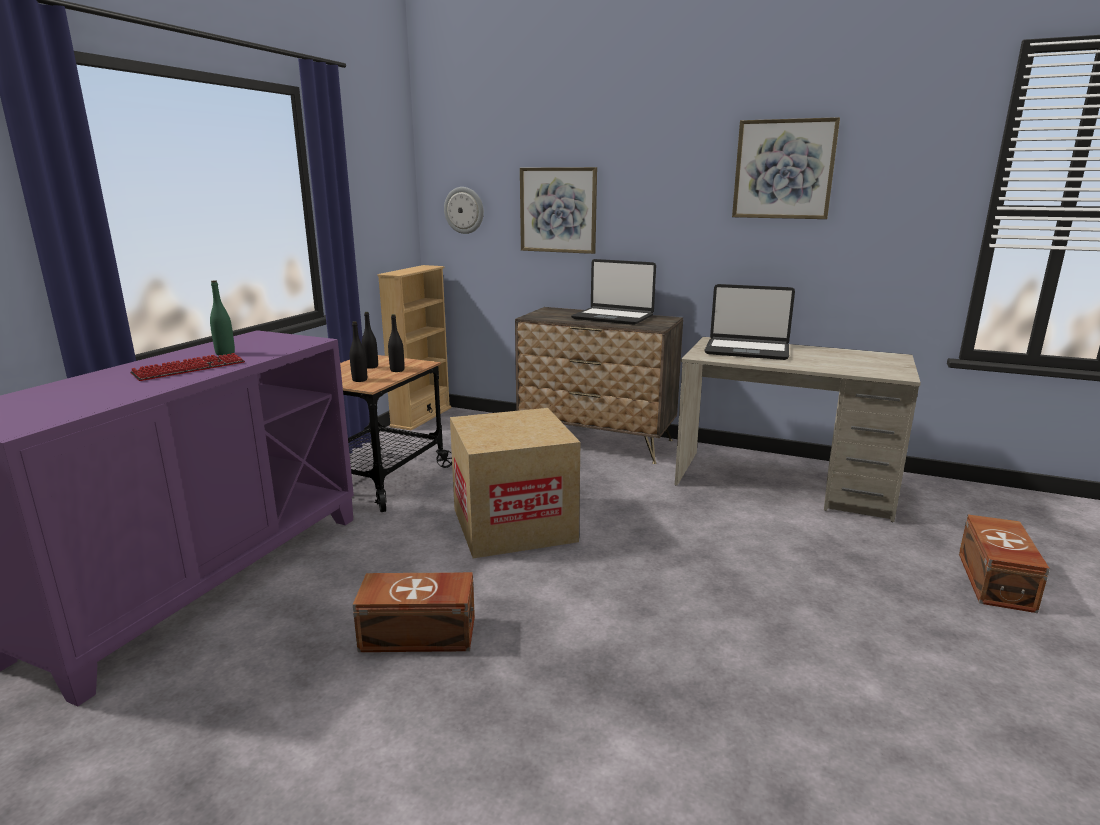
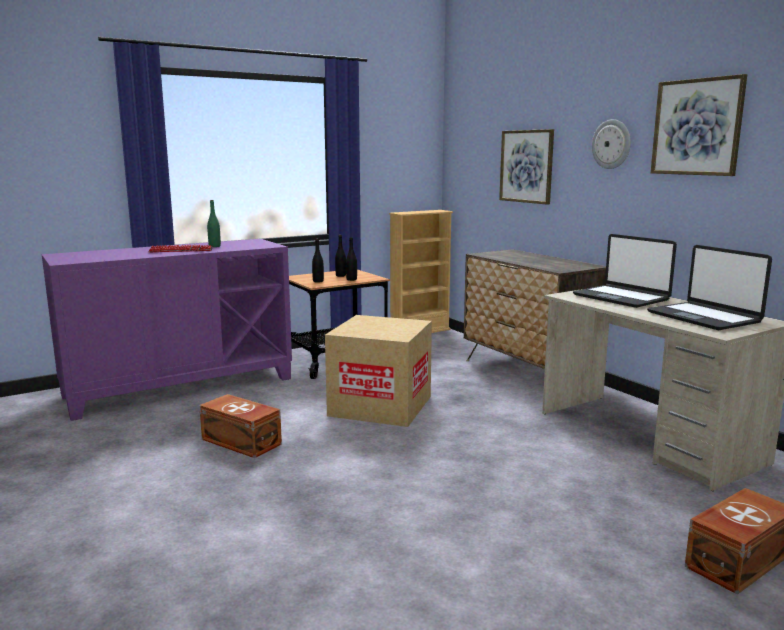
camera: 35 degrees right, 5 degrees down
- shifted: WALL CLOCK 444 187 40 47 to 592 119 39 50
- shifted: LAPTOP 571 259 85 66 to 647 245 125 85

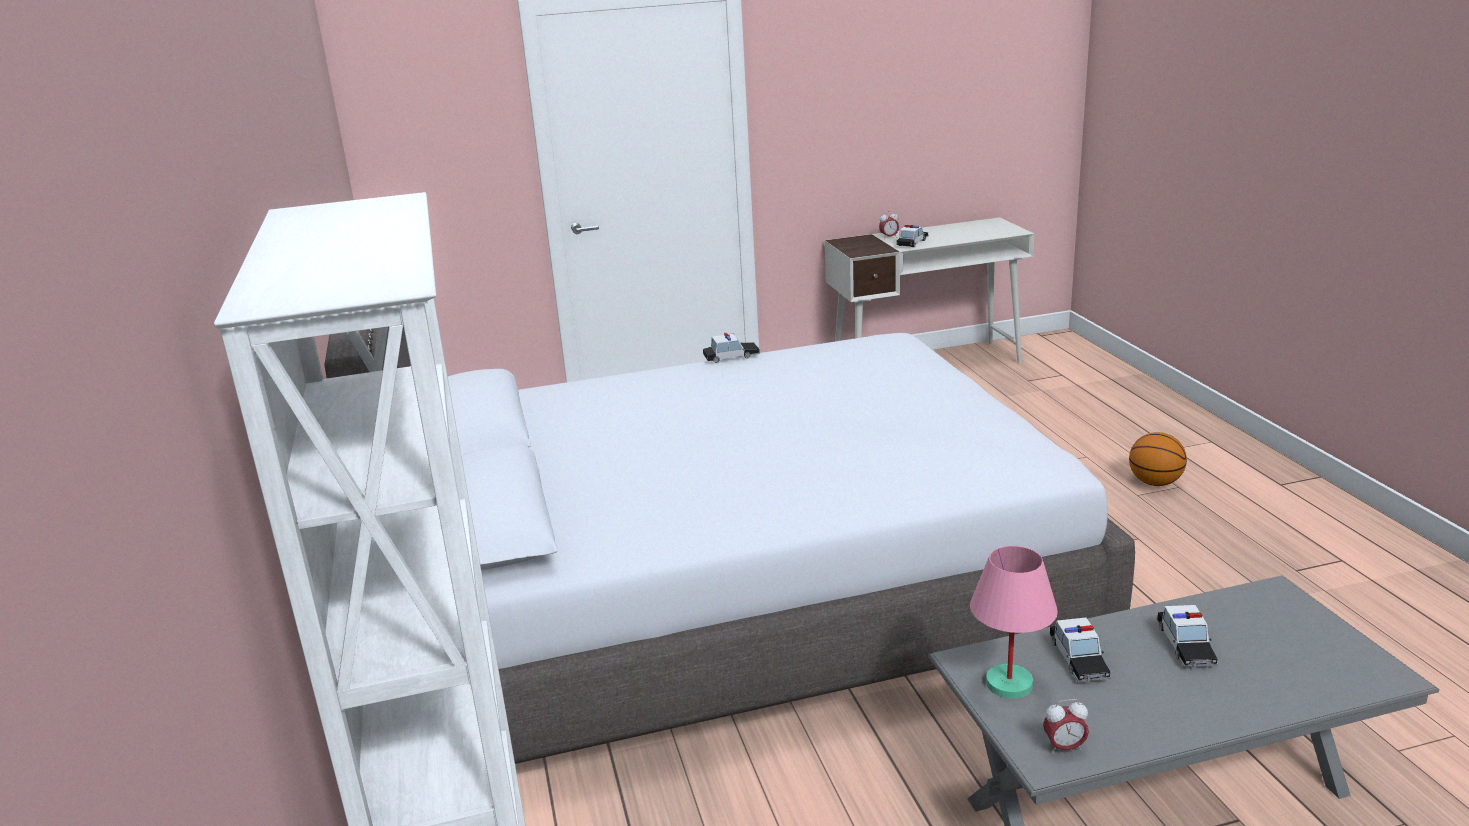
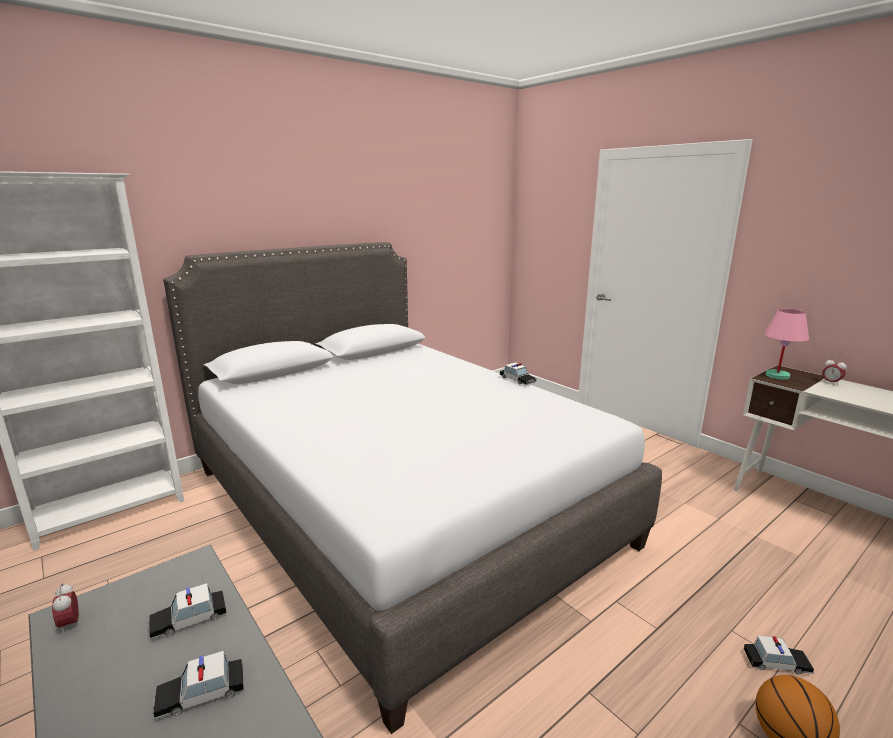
camera: 65 degrees right, 5 degrees down
- shifted: TOY CAR 897 225 32 22 to 744 636 70 39
- shifted: PINK TABLE LAMP 970 546 88 152 to 764 309 45 71

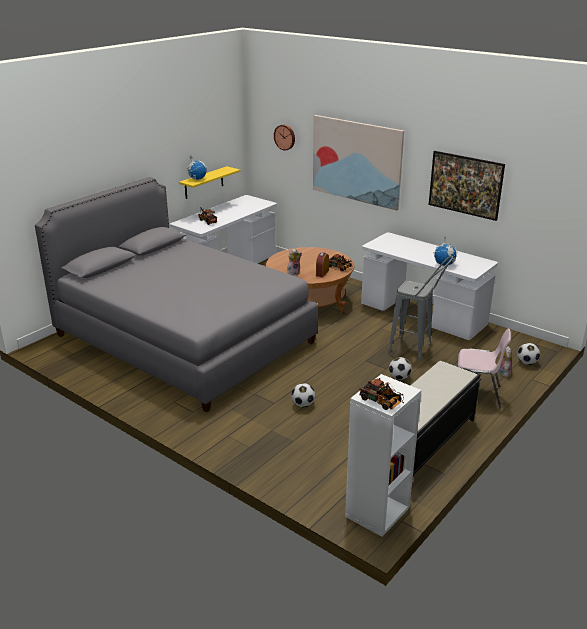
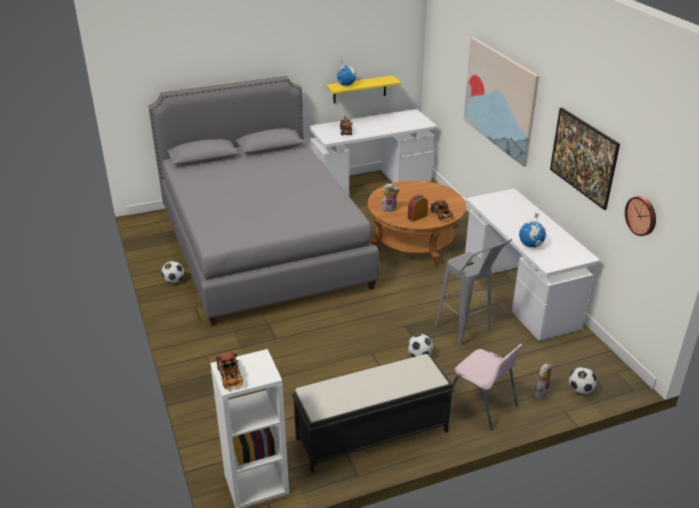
camera: 30 degrees right, 5 degrees up
- shifted: WALL CLOCK 274 125 21 26 to 625 196 31 40
- shifted: FOOTBALL 292 383 23 24 to 161 261 23 22

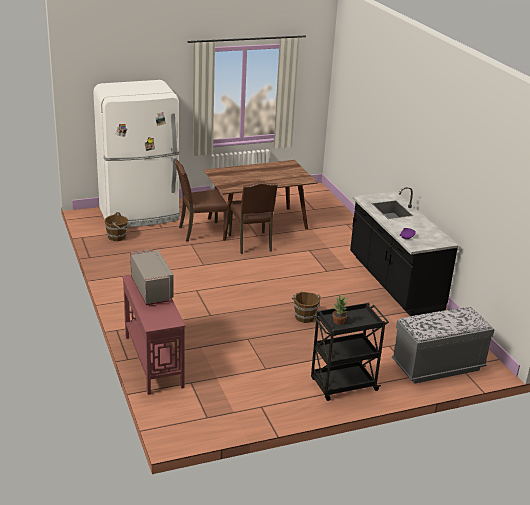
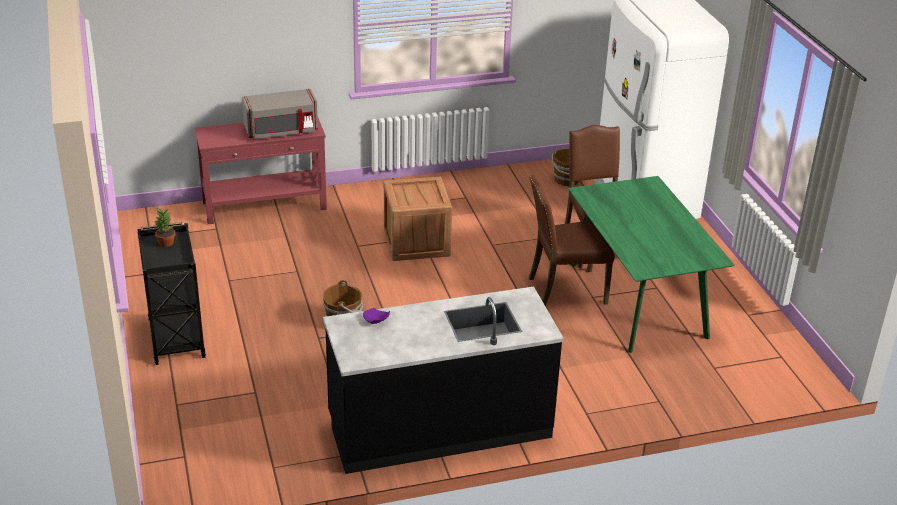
camera: 95 degrees right, 5 degrees up
- repainted: BROWN DINING TABLE 203 160 115 81 to GREEN DINING TABLE 568 176 167 177
- gone: GREY BENCH 392 307 103 77
- new: CRATE 384 177 68 84

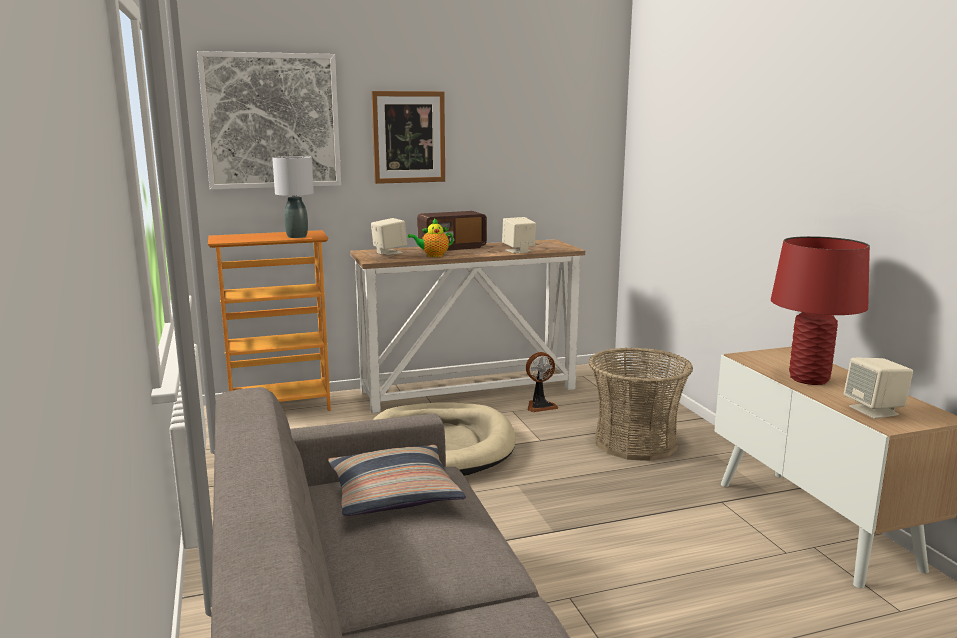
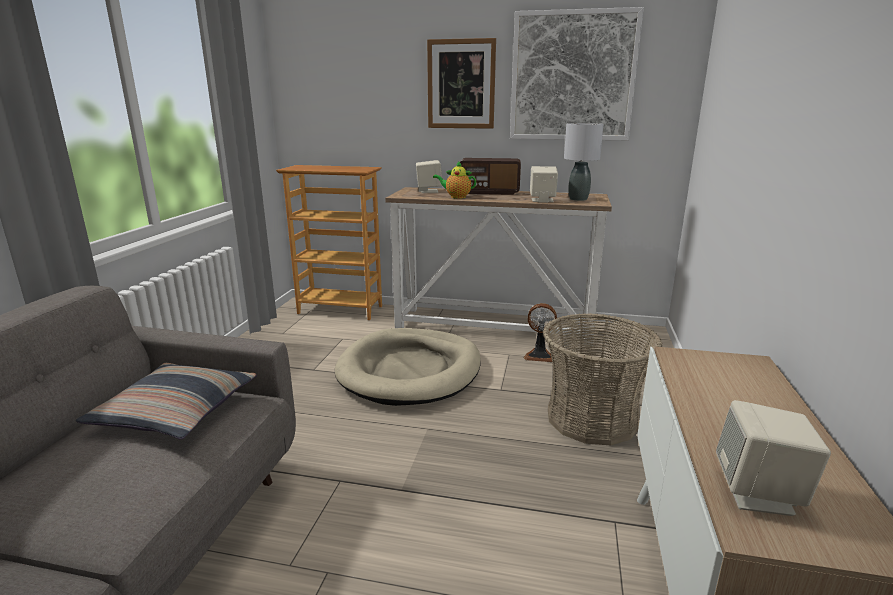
camera: 30 degrees right, 5 degrees up
- shifted: PICTURE 197 51 144 139 to 510 7 134 133
- shifted: GREY TABLE LAMP 272 156 42 82 to 564 123 40 78
- gone: RED TABLE LAMP 771 236 99 149

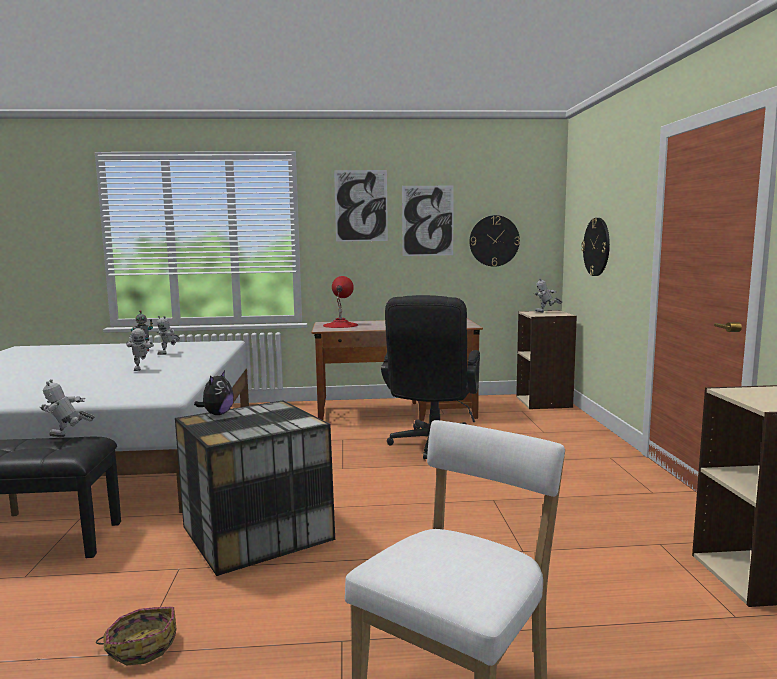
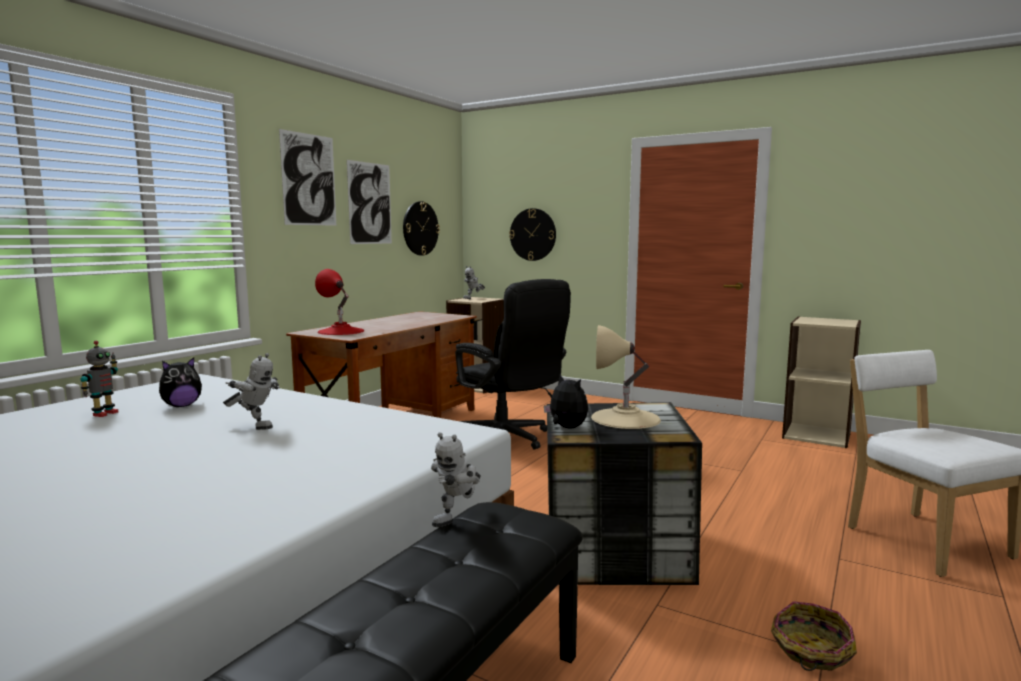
camera: 55 degrees left, 0 degrees up
- swapped: TOY ROBOT 156 316 24 39 to PLUSH TOY 159 357 43 50
- new: BEIGE TABLE LAMP 591 325 70 104

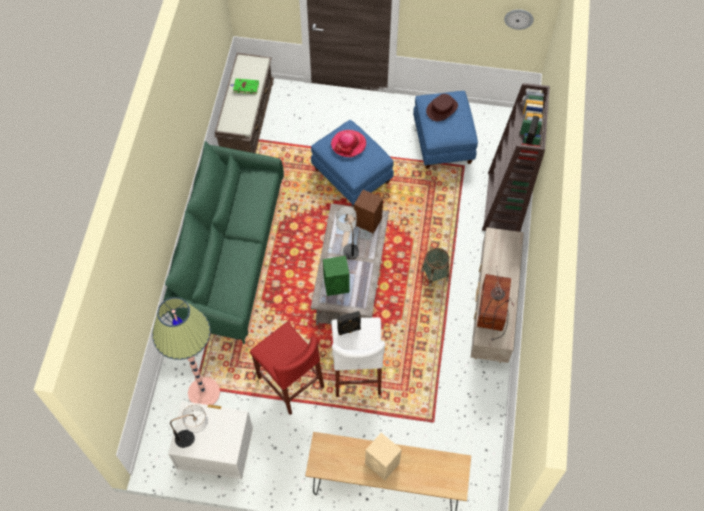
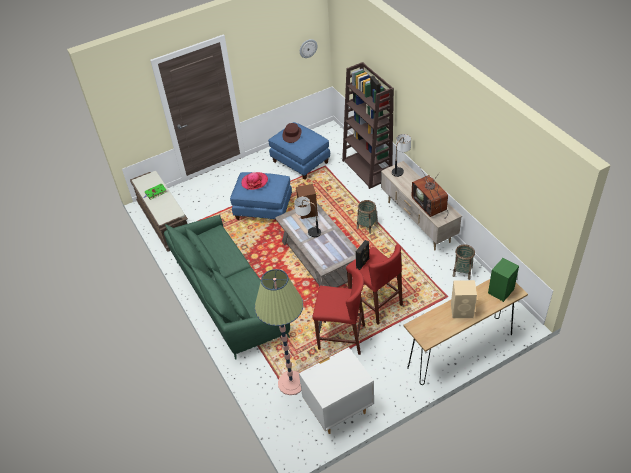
camera: 35 degrees left, 15 degrees down
- shifted: GREEN SPEAKER 323 256 27 40 to 488 258 31 44
- repainted: WHITE STOOL 331 317 54 80 to RED STOOL 346 244 57 80
- shifted: TABLE LAMP 170 405 38 43 to 392 134 19 43
- new: BASKET 453 244 22 36

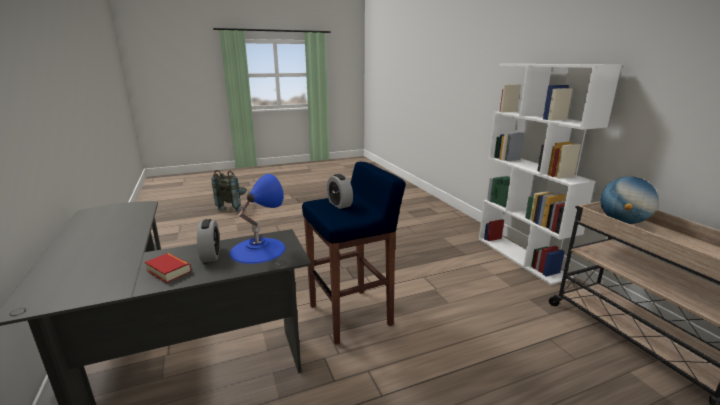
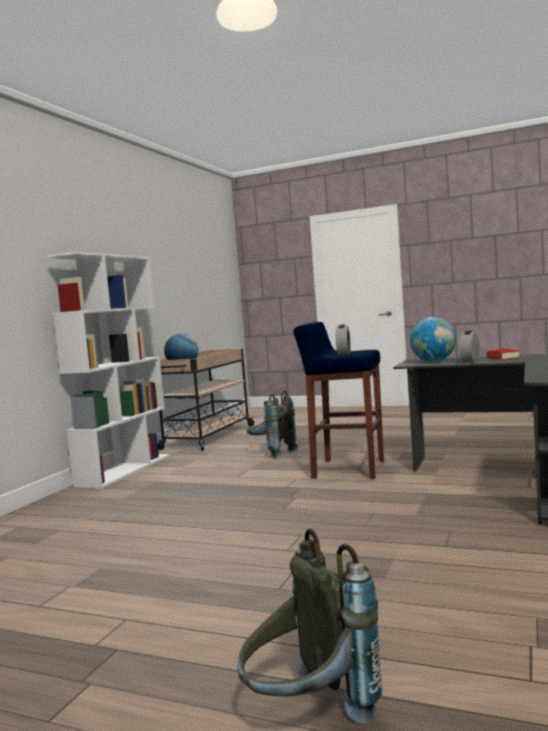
camera: 135 degrees left, 15 degrees down
- swapped: BLUE TABLE LAMP 230 174 56 90 to GLOBE 410 317 46 45
- new: GREY BACKPACK 247 391 51 67

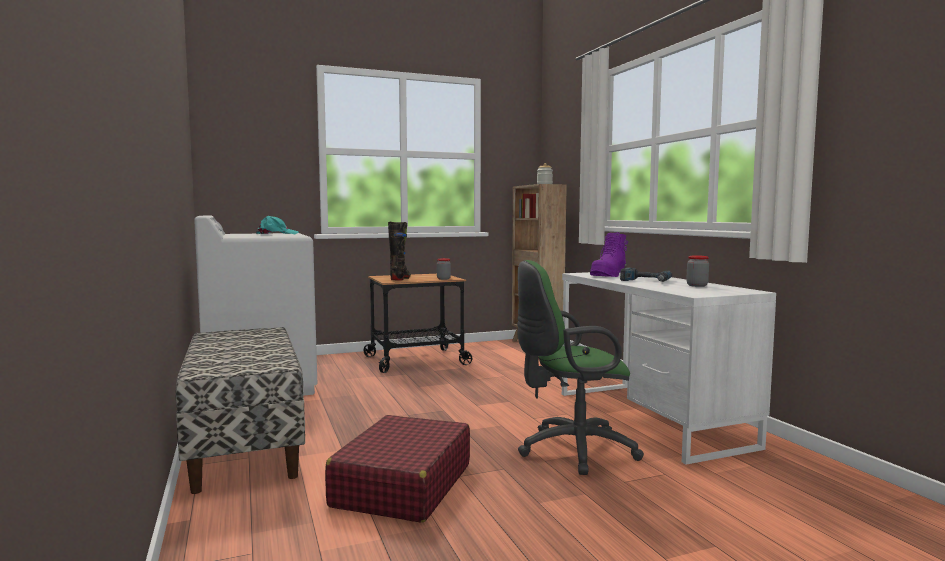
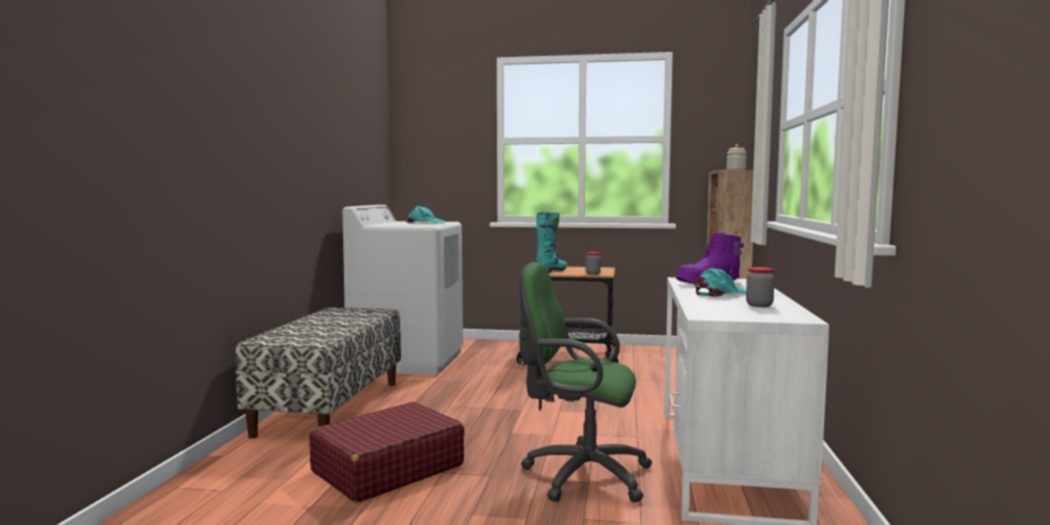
camera: 30 degrees right, 0 degrees up
- repainted: BLACK BOOT 388 222 23 58 to TURQUOISE BOOT 536 212 31 61
- swapped: POWER DRILL 620 267 52 15 to TURQUOISE CAP 695 268 51 29

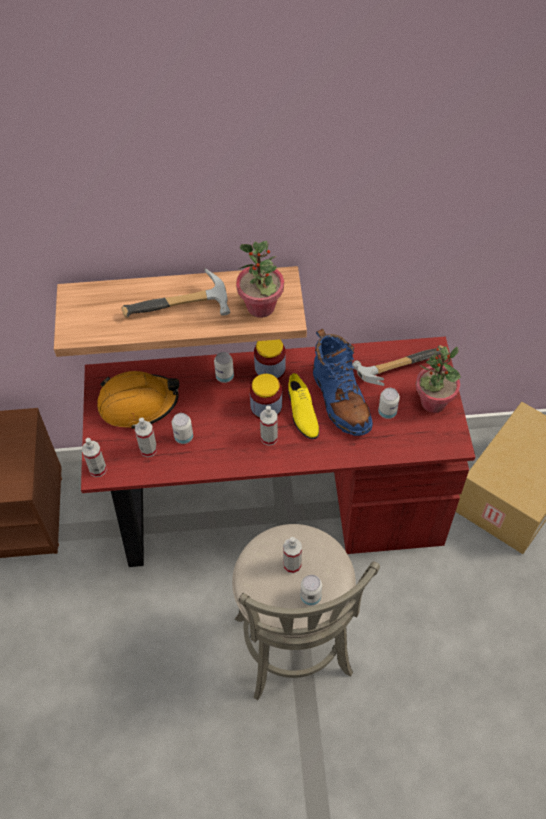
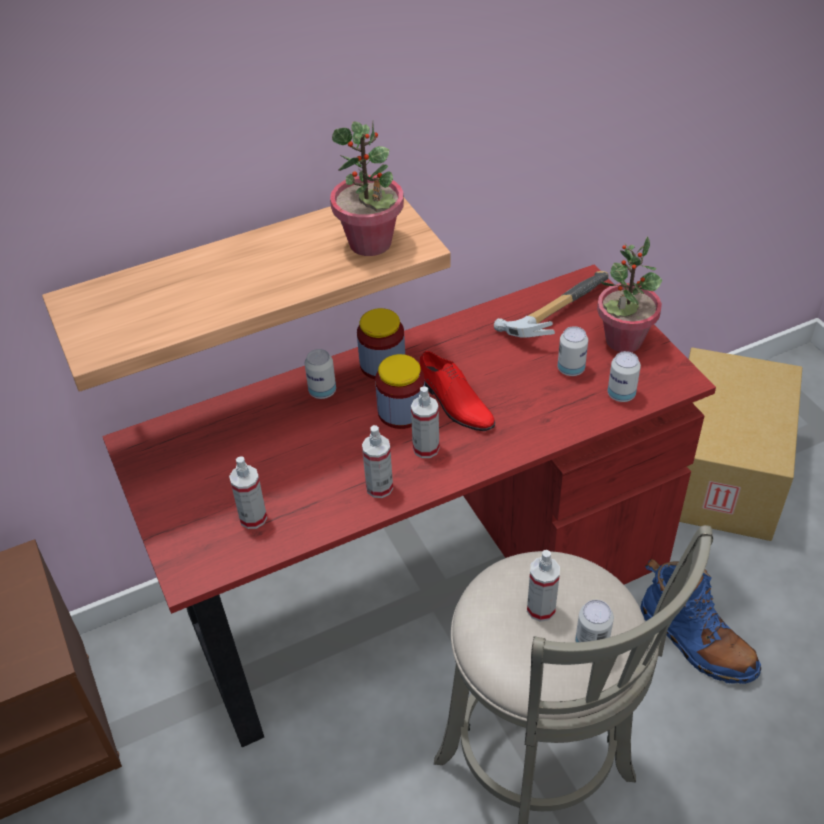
camera: 20 degrees left, 10 degrees down
- gone: HAMMER 122 268 108 50
- shifted: BLUE BOOT 313 329 60 107 to 640 559 121 125
- gone: ORANGE HARD HAT 97 371 82 58
- repainted: YELLOW SHOE 288 373 31 66 to RED SHOE 420 351 75 80
- shifted: CAN 172 413 21 31 to 608 351 33 51
- shifted: SPRAY BOTTLE 82 438 25 39 to 362 425 31 73

